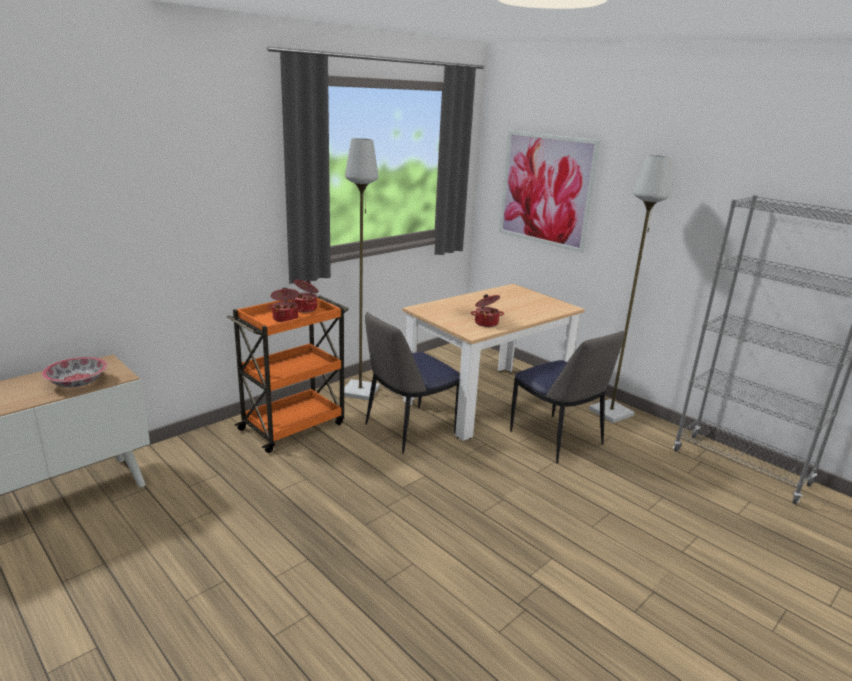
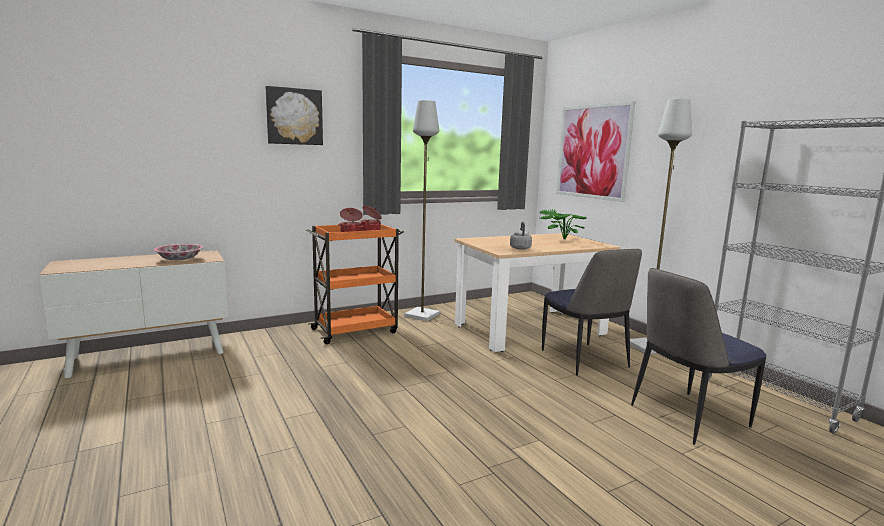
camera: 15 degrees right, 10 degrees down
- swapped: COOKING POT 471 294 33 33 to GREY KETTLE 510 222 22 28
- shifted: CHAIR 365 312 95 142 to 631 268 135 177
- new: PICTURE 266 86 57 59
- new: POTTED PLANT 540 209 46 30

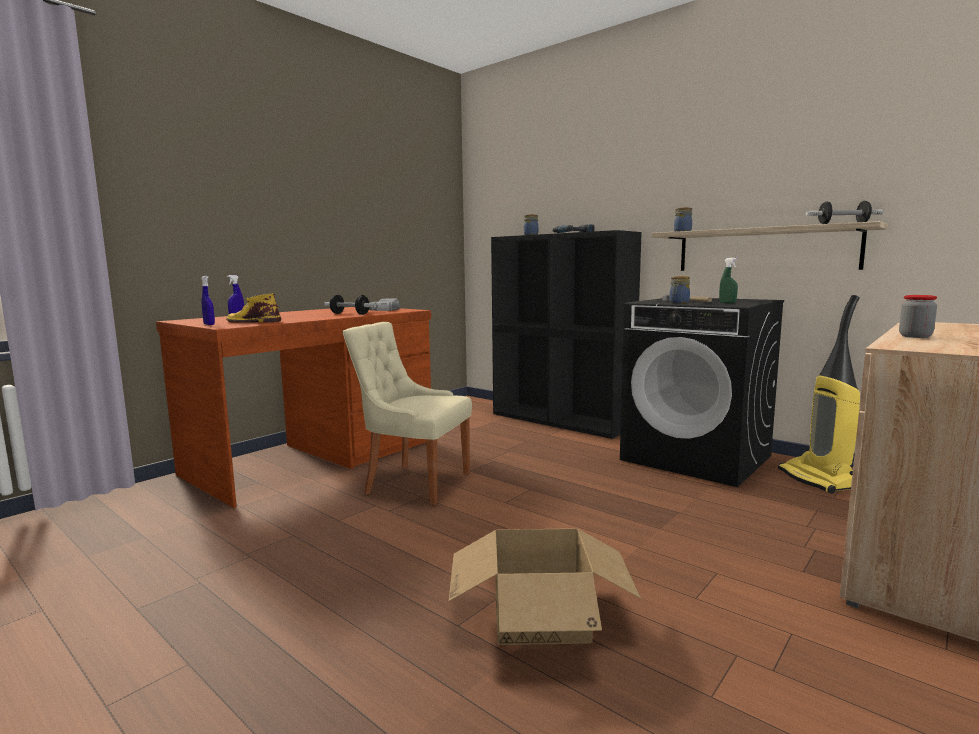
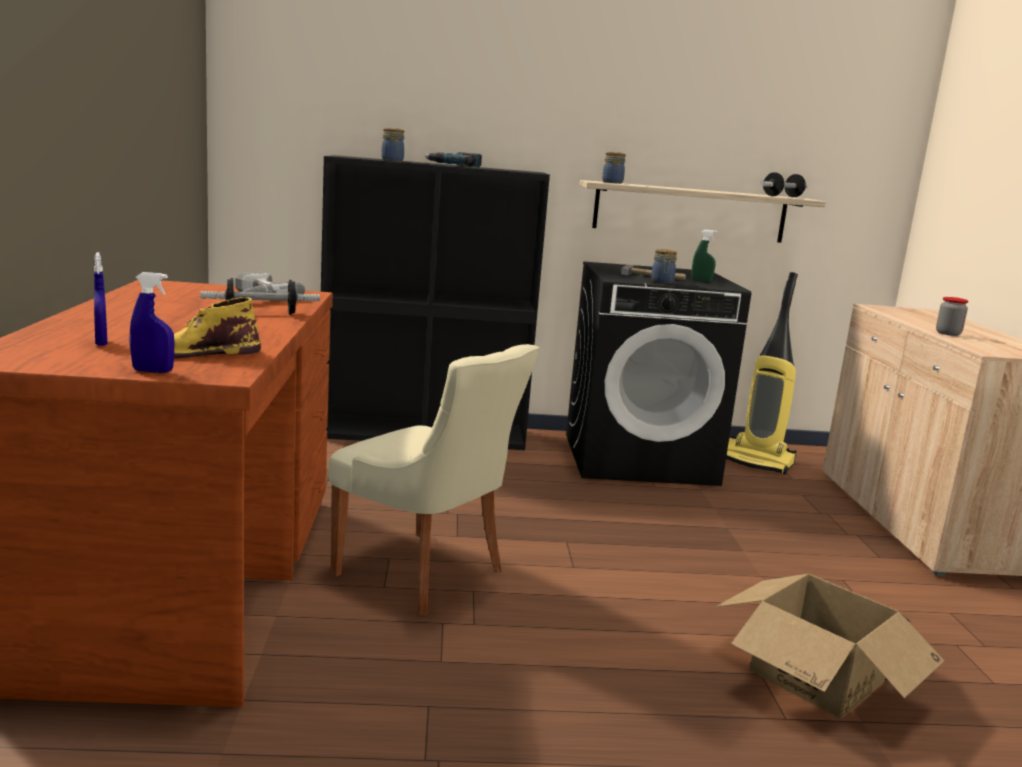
camera: 45 degrees left, 5 degrees up
- rotated: BEIGE CHAIR 343 322 129 183 = 328 344 212 271 120 degrees counterclockwise

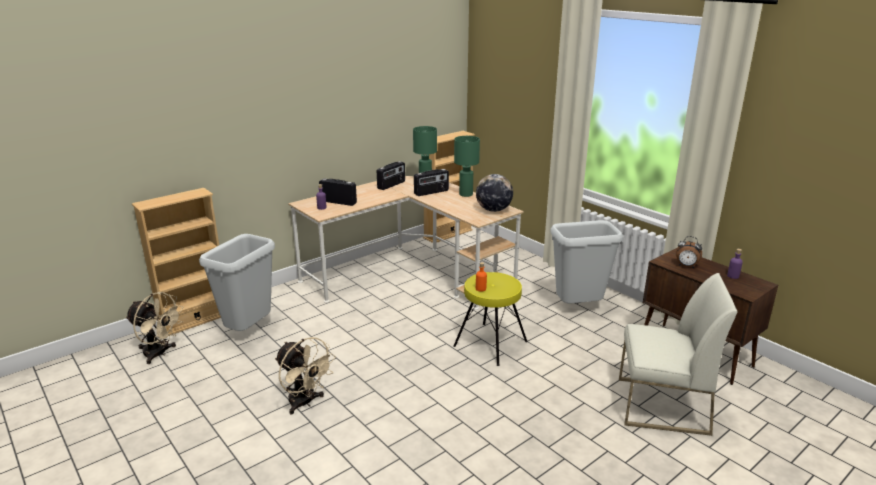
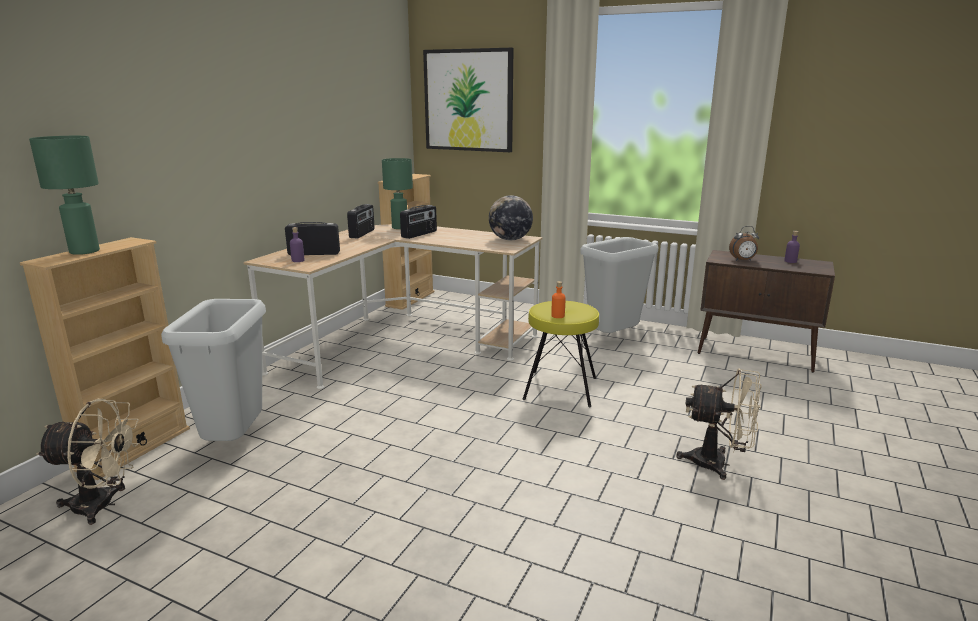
camera: 25 degrees left, 5 degrees down
- shifted: GREEN TABLE LAMP 454 136 26 61 to 29 136 71 119
- gone: WHITE CHAIR 619 273 119 163
- shifted: BEIGE FAN 275 337 61 78 to 676 368 86 112
- new: PICTURE 423 48 90 104

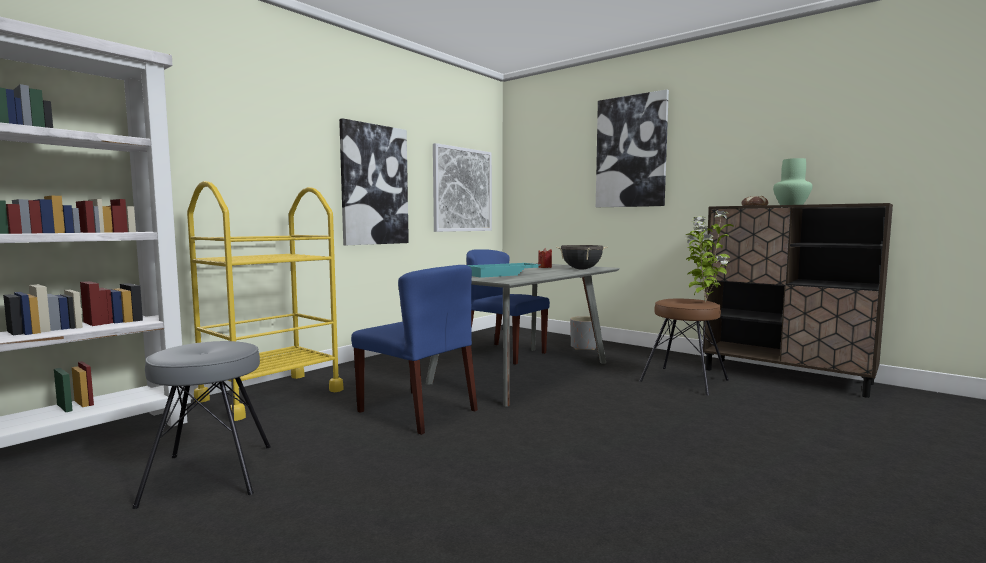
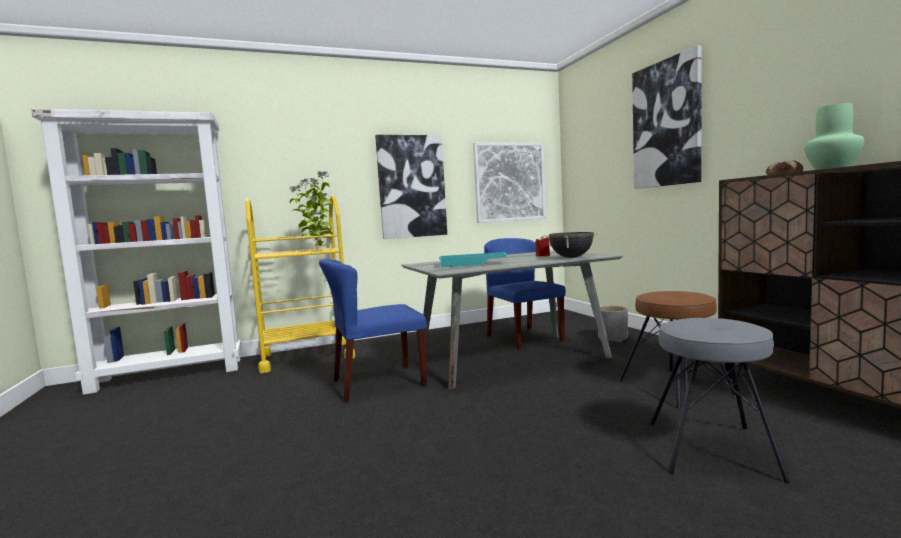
camera: 30 degrees right, 0 degrees up
- shifted: POTTED PLANT 685 210 49 92 to 289 171 44 80
- rotated: BLUE CHAIR 351 265 127 170 = 319 259 108 144 90 degrees clockwise
- shifted: GREY STOOL 132 341 139 168 to 650 318 141 166

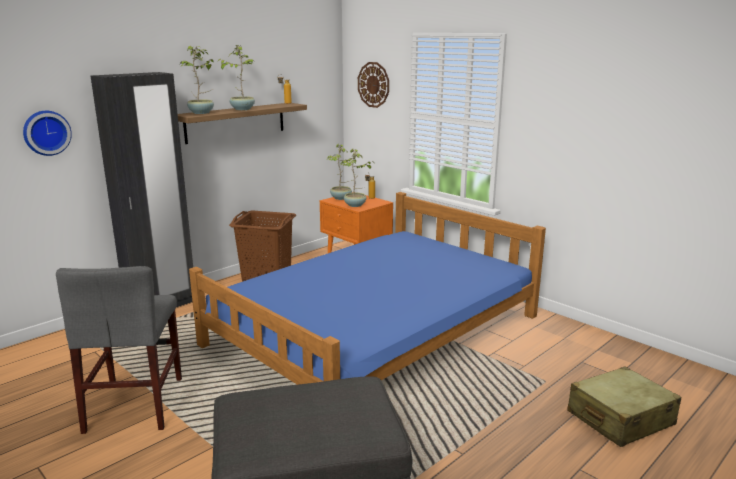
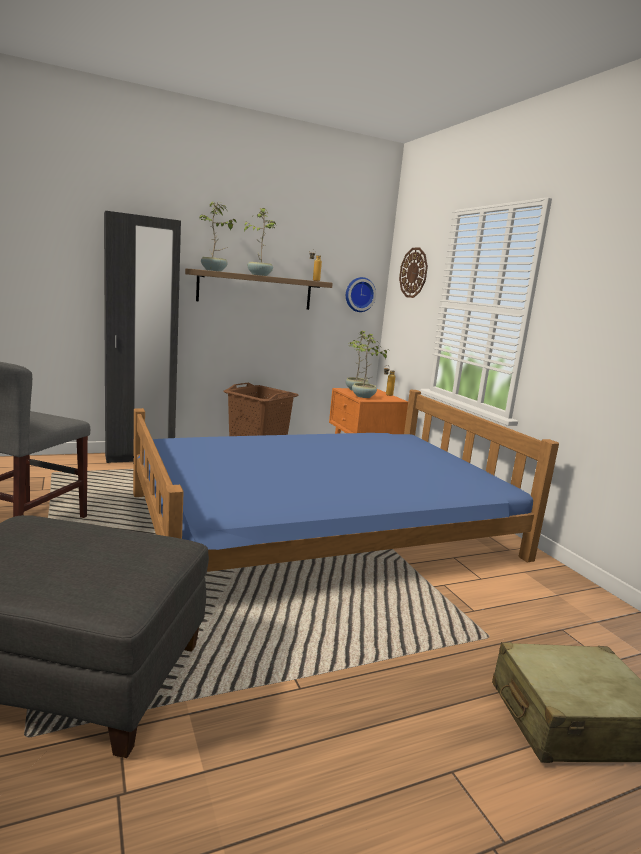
camera: 20 degrees right, 5 degrees down
- shifted: WALL CLOCK 23 111 49 45 to 346 277 30 35

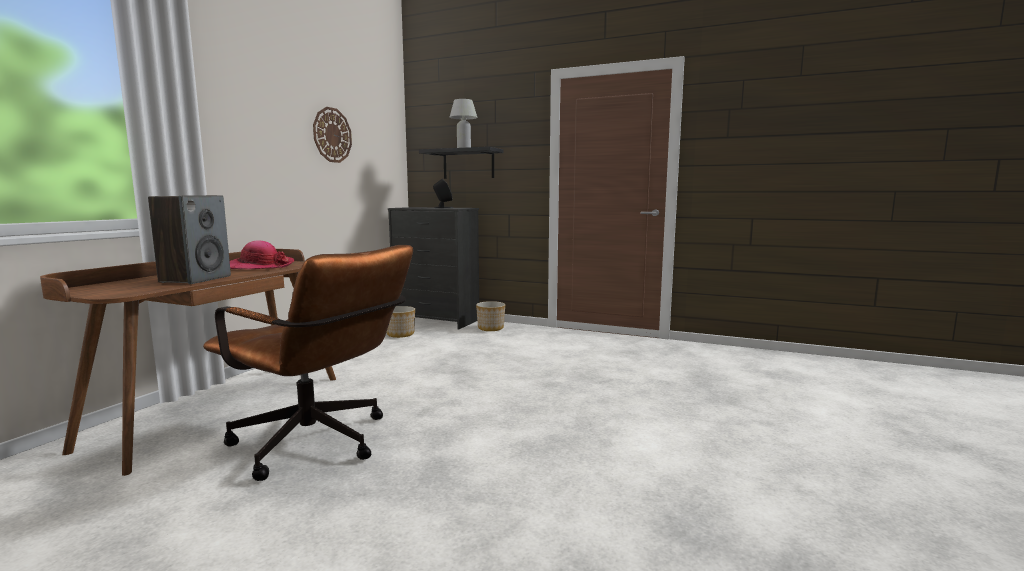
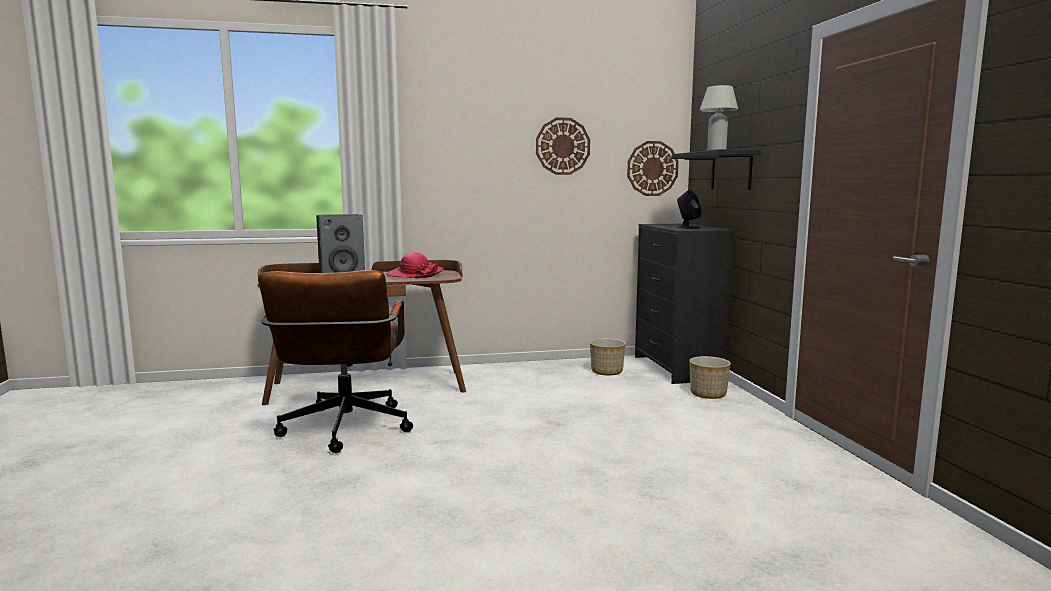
camera: 55 degrees right, 0 degrees up
- new: WALL CLOCK 627 141 52 55

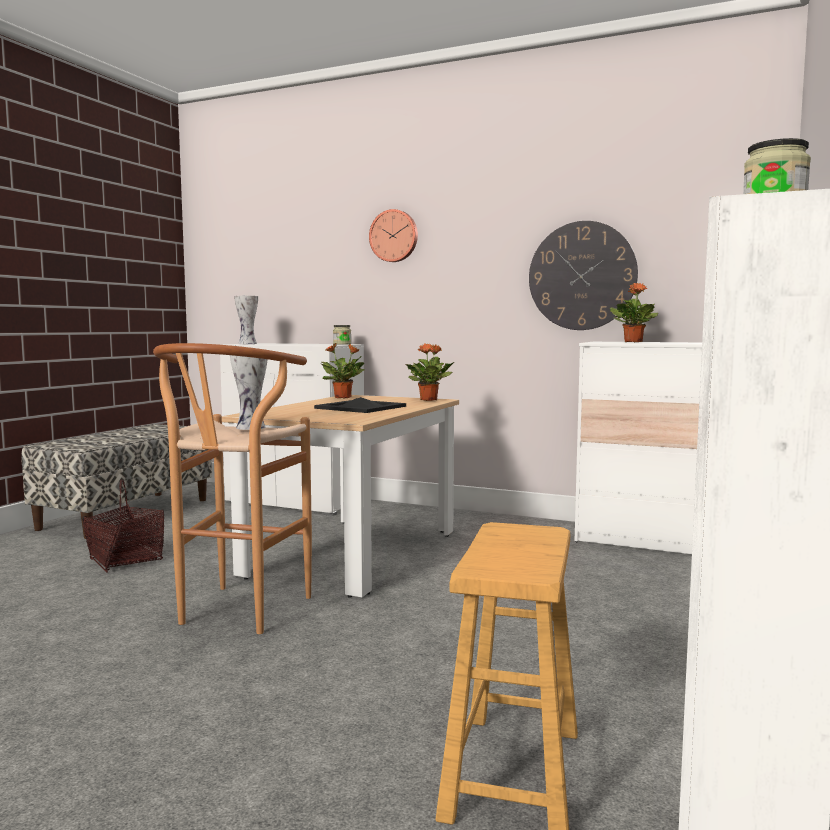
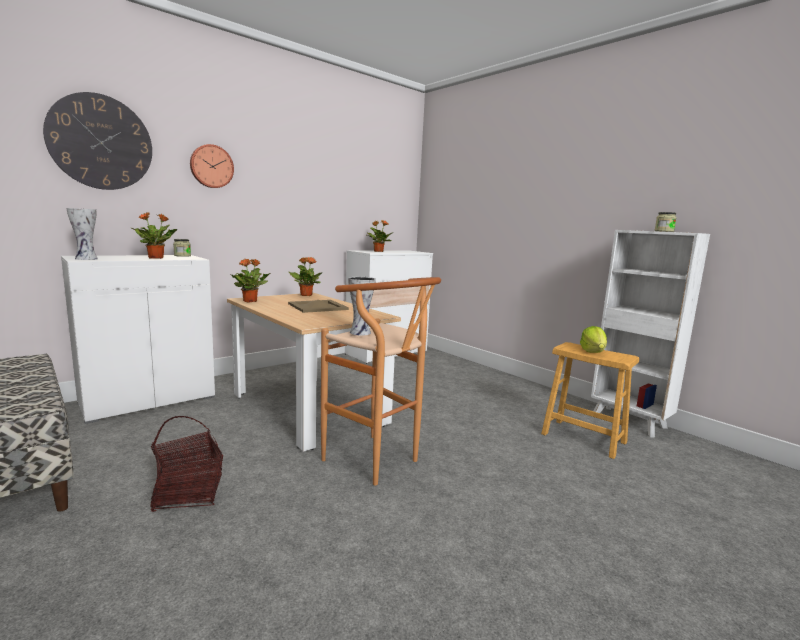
camera: 65 degrees left, 5 degrees up
- shifted: WALL CLOCK 529 221 109 109 to 43 92 109 98
- repainted: BLACK TRAY 314 397 92 16 to BEIGE TRAY 288 300 61 13
- new: POTTED PLANT 132 212 45 47
- new: LETTUCE 580 326 27 27

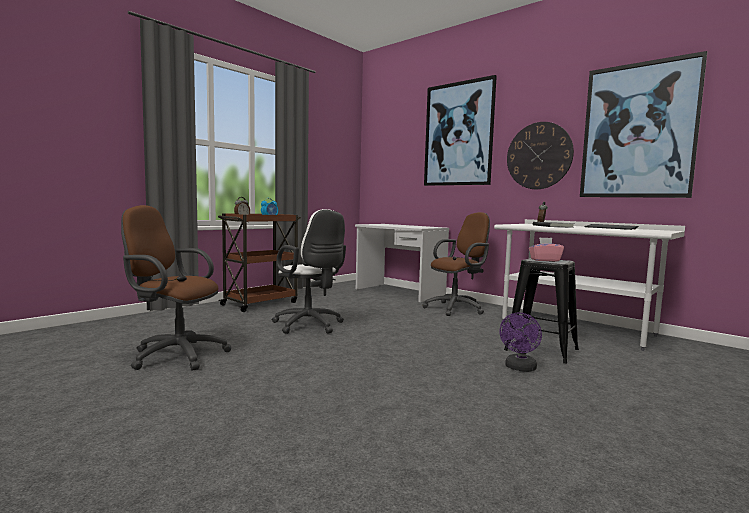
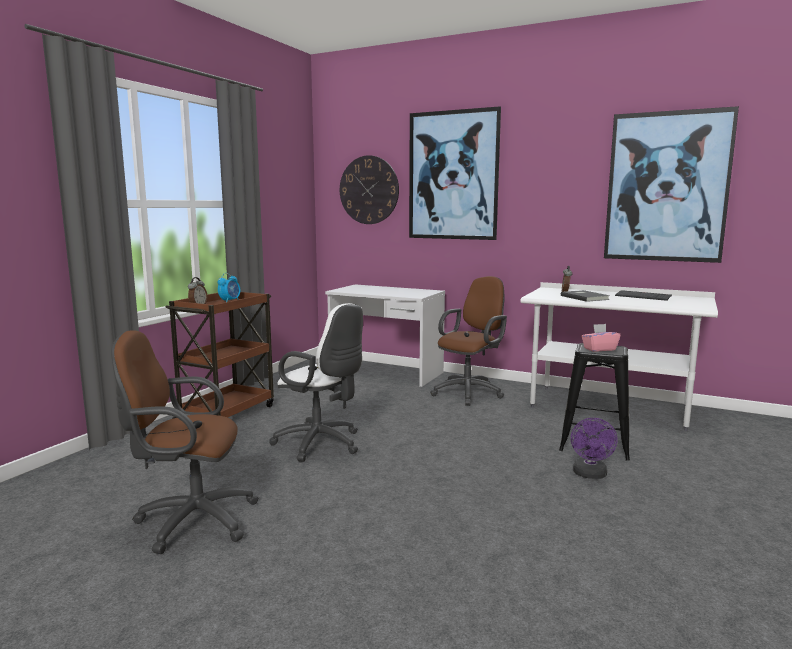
camera: 15 degrees left, 5 degrees up
- shifted: WALL CLOCK 507 122 67 67 to 340 155 59 69

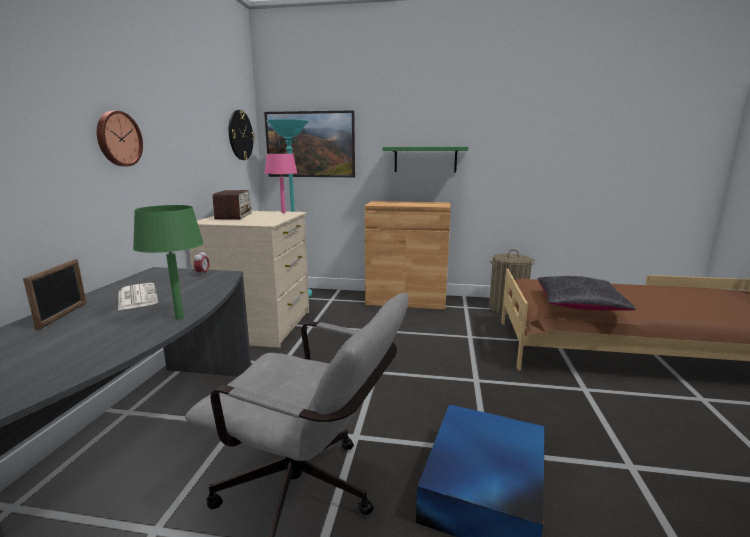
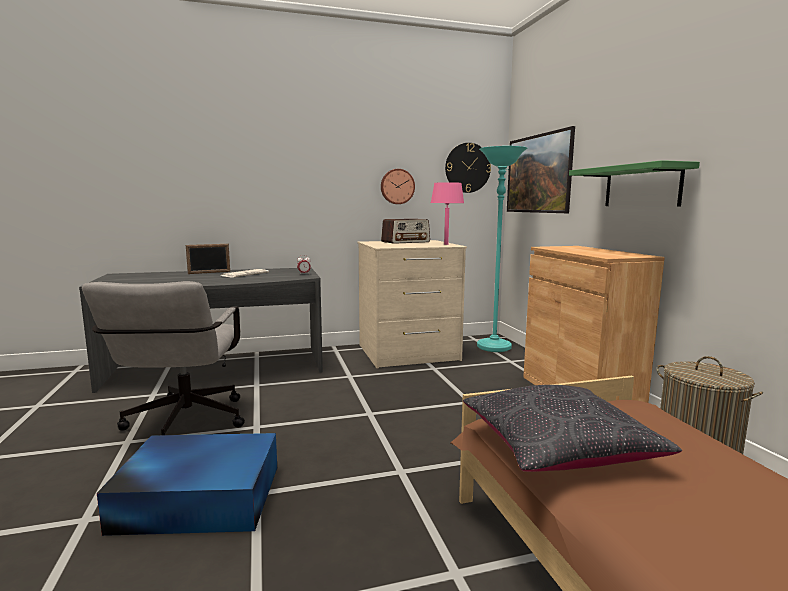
camera: 65 degrees right, 5 degrees down
- shifted: WALL CLOCK 97 111 46 55 to 381 169 34 35
- gone: GREEN TABLE LAMP 133 205 71 115

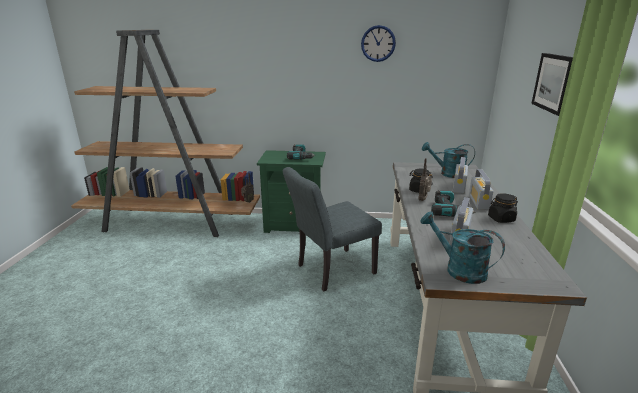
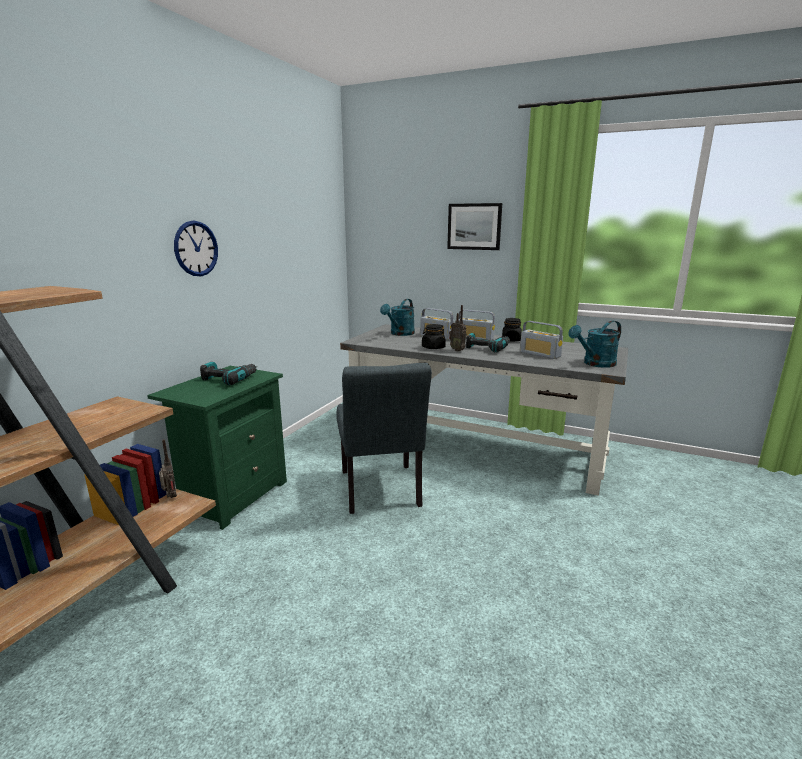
camera: 70 degrees left, 5 degrees down
- shifted: WALL CLOCK 361 25 35 37 to 174 221 44 55

